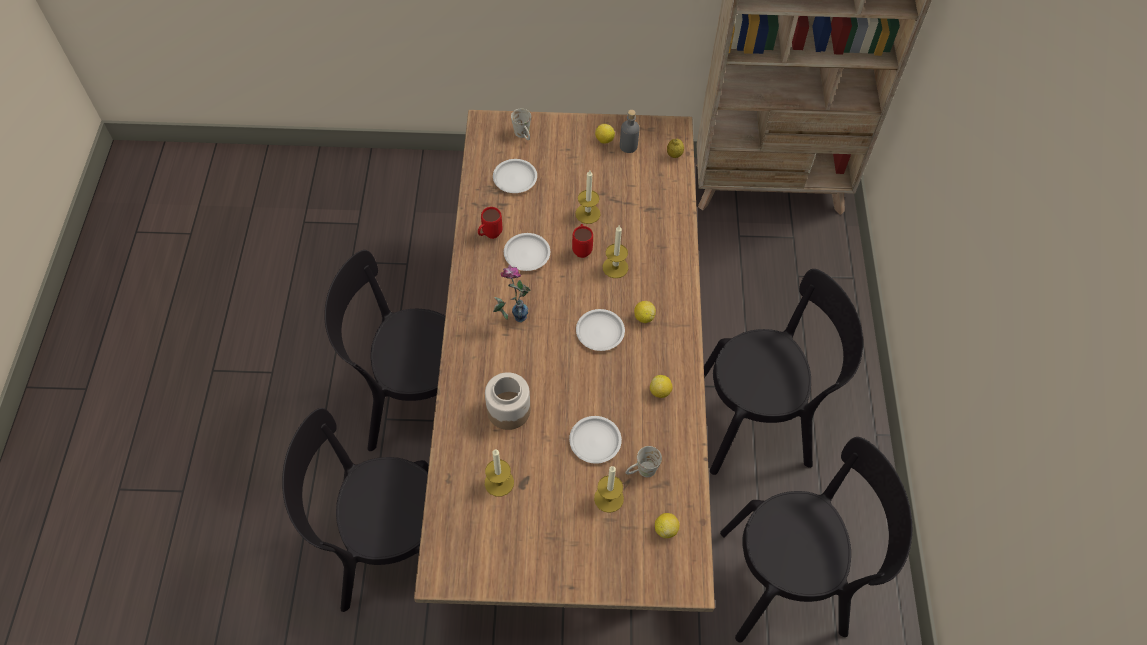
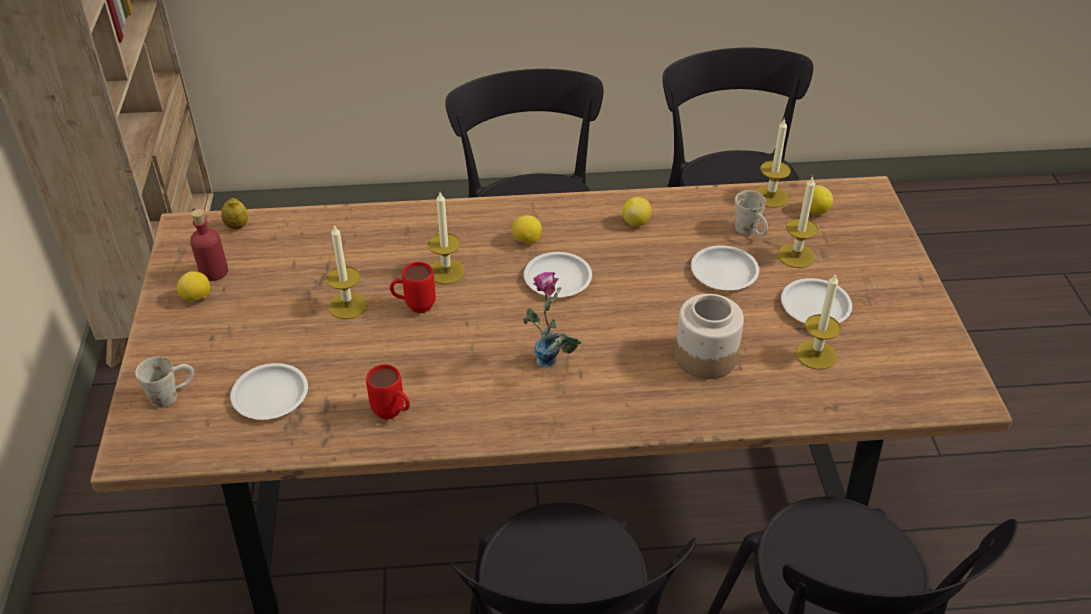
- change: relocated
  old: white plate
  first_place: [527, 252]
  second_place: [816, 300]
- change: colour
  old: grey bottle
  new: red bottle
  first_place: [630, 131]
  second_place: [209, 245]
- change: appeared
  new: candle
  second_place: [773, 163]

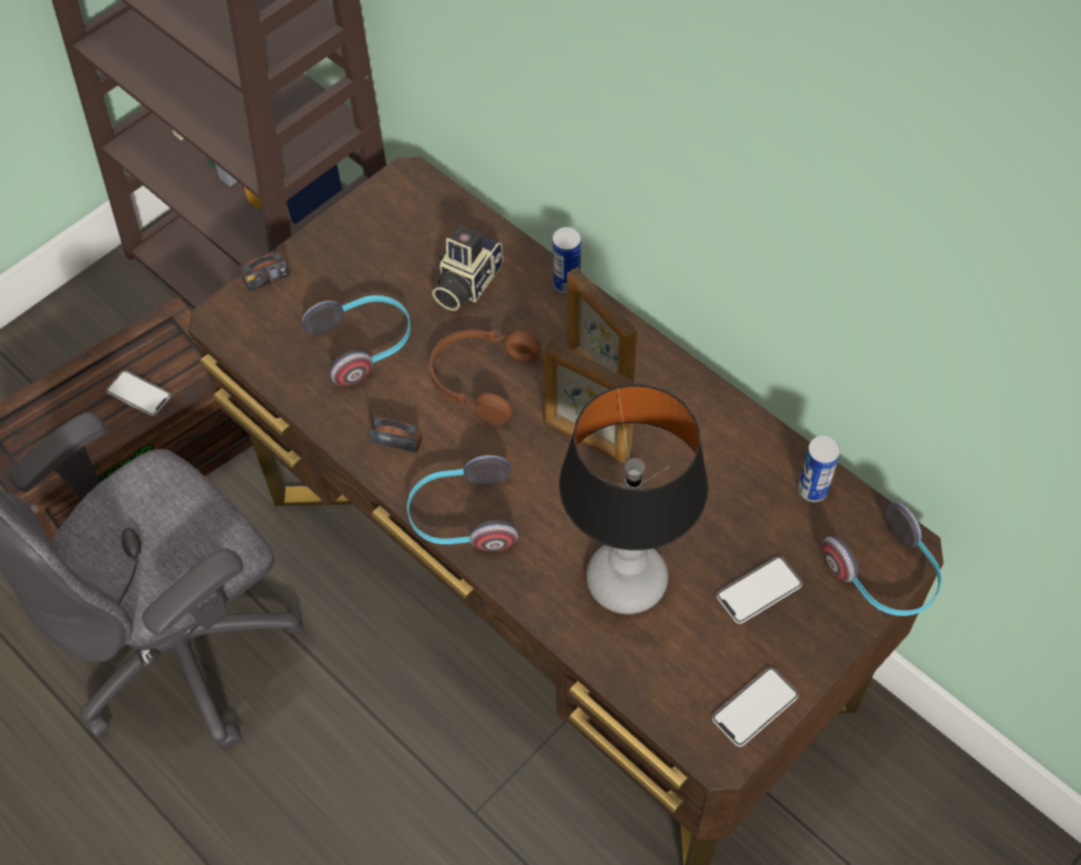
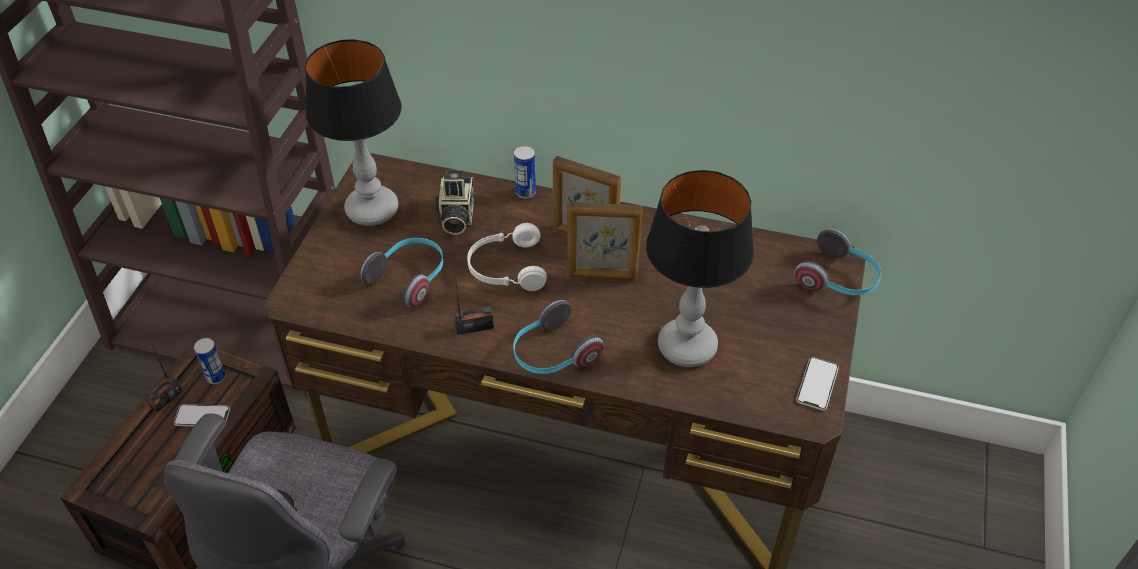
- change: relocated
  old: radio
  first_place: [264, 240]
  second_place: [163, 374]
- change: colour
  old: brown headphones
  new: white headphones
  first_place: [485, 377]
  second_place: [507, 257]
- change: missing
  old: phone
  first_place: [759, 590]
- change: relocated
  old: can
  first_place: [819, 469]
  second_place: [210, 361]
- change: appeared
  new: table lamp
  second_place: [353, 132]

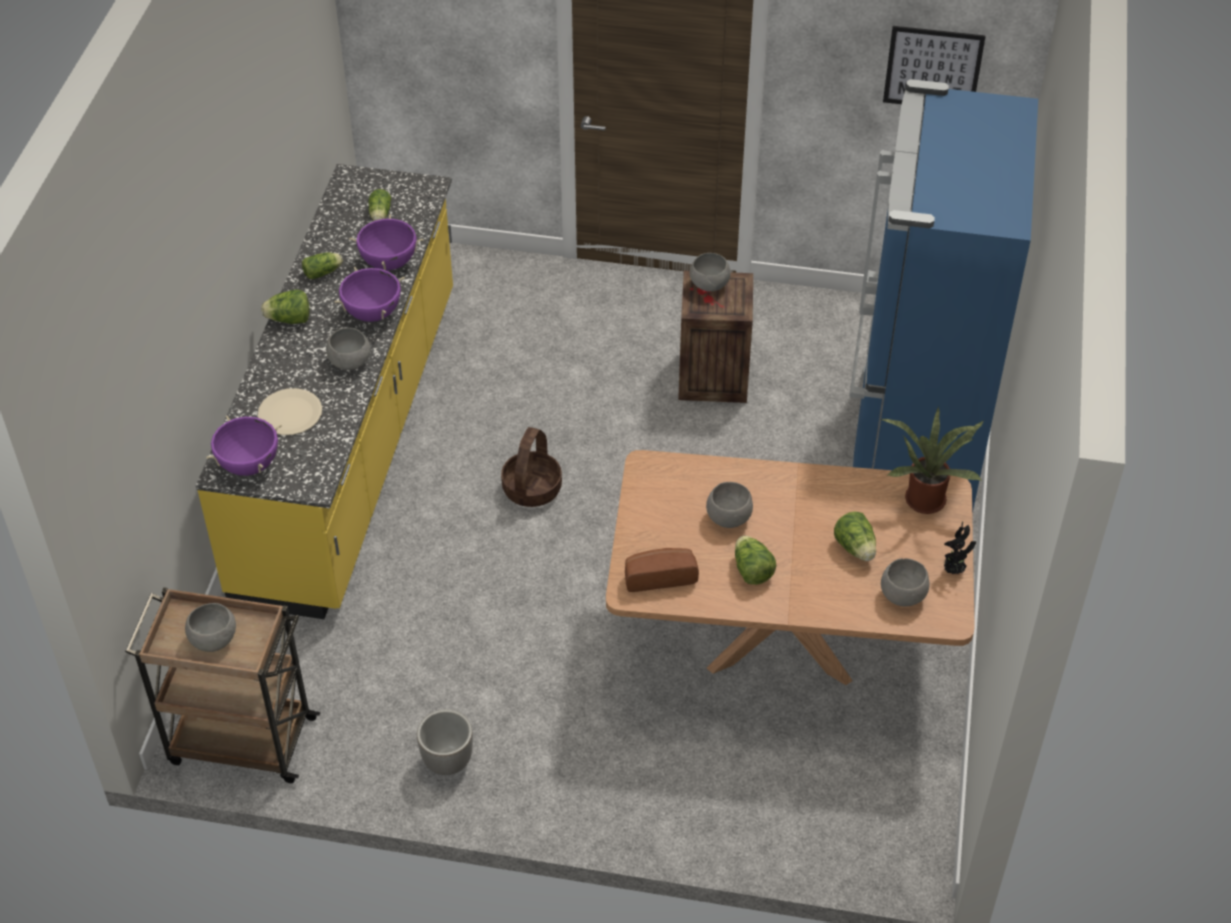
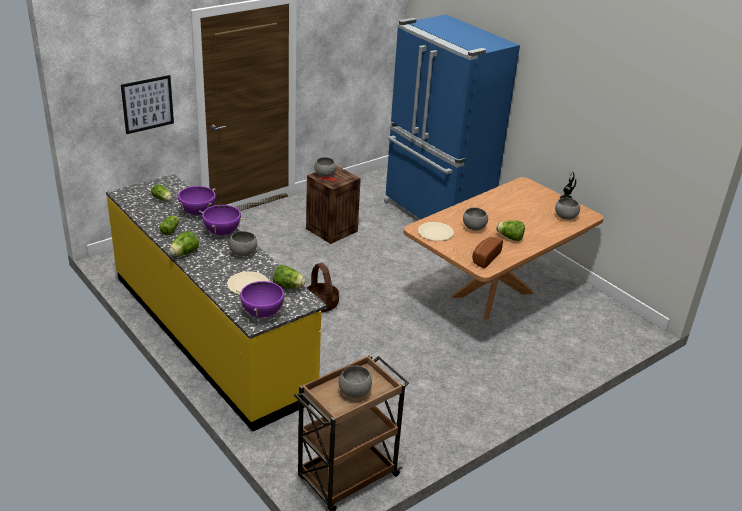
- change: missing
  old: planter
  first_place: [445, 742]
- change: relocated
  old: lettuce
  first_place: [855, 536]
  second_place: [289, 277]
- change: missing
  old: potted plant
  first_place: [932, 460]
- change: relocated
  old: picture
  first_place: [934, 65]
  second_place: [147, 104]
- change: appeared
  new: beige plate
  second_place: [436, 231]

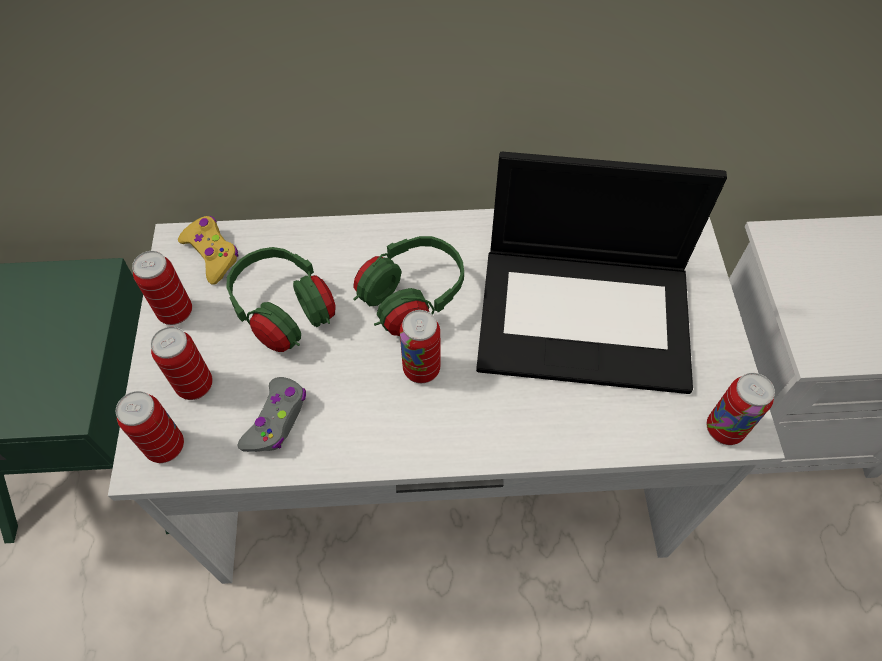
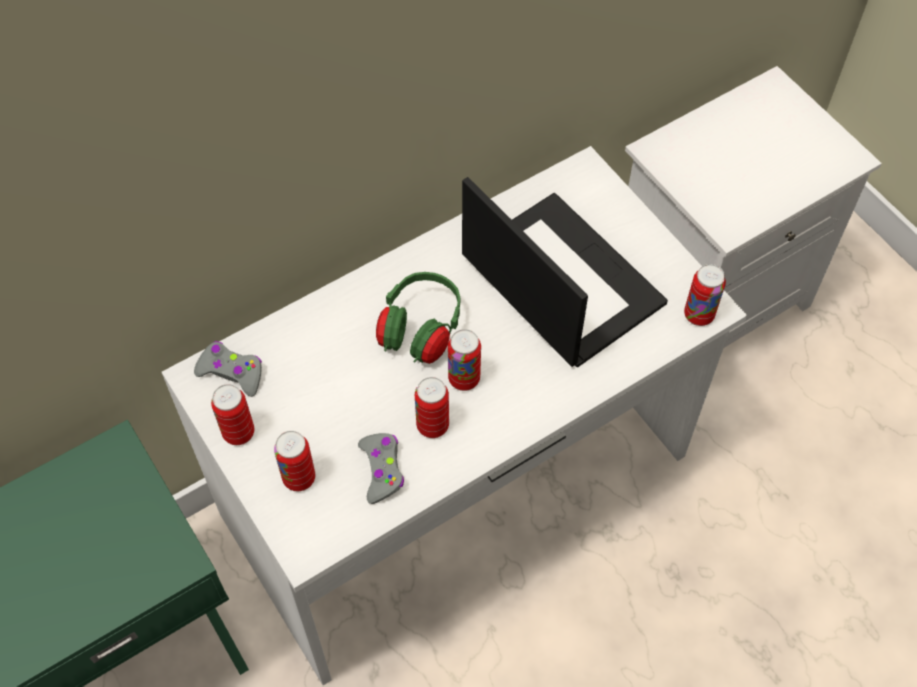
- change: relocated
  old: can
  first_place: [150, 427]
  second_place: [432, 407]
- change: colour
  old: yellow game controller
  new: grey game controller
  first_place: [208, 250]
  second_place: [228, 369]
- change: missing
  old: green headphones
  first_place: [280, 299]
- change: spun
  old: laptop
  first_place: [601, 273]
  second_place: [565, 272]
  degrees: -105

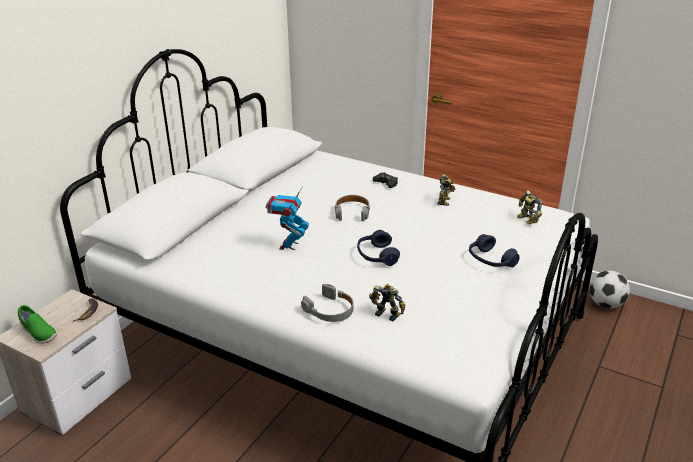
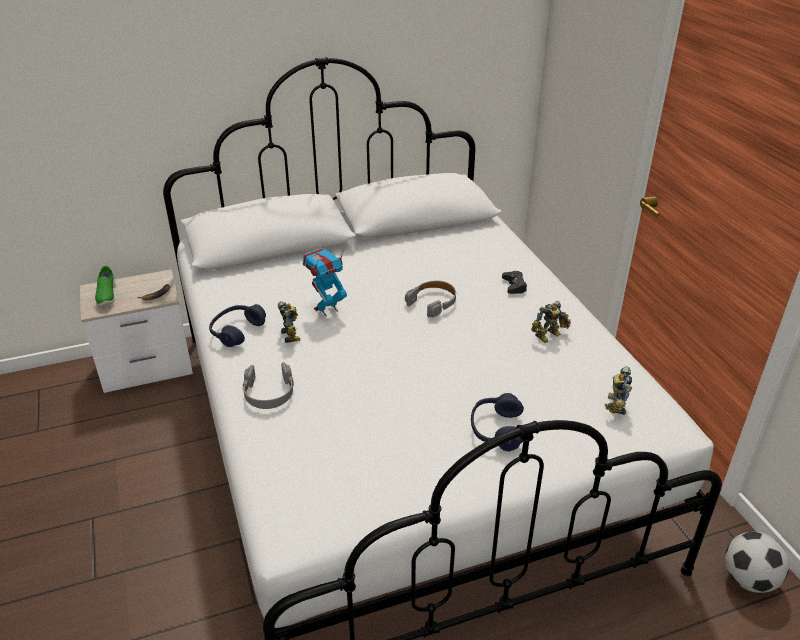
- change: relocated
  old: blue headphones
  first_place: [378, 248]
  second_place: [237, 325]
- change: relocated
  old: toy robot
  first_place: [387, 302]
  second_place: [289, 322]

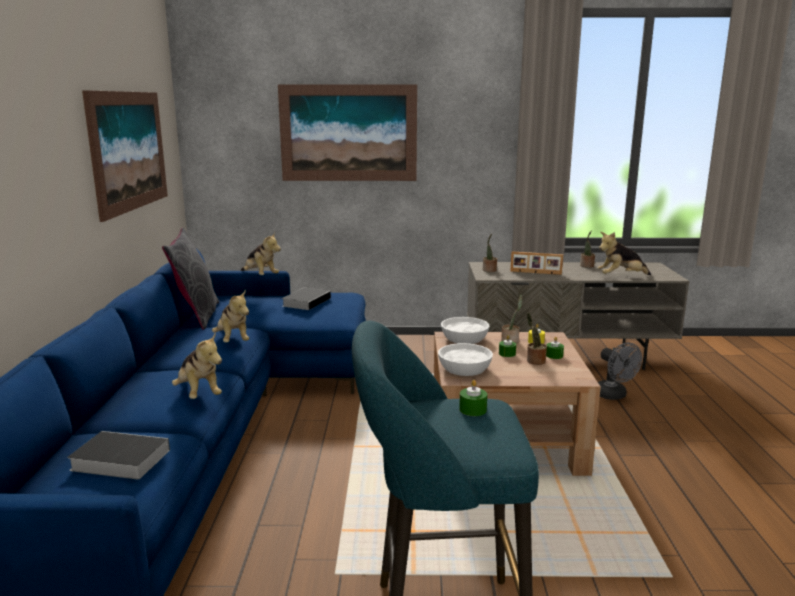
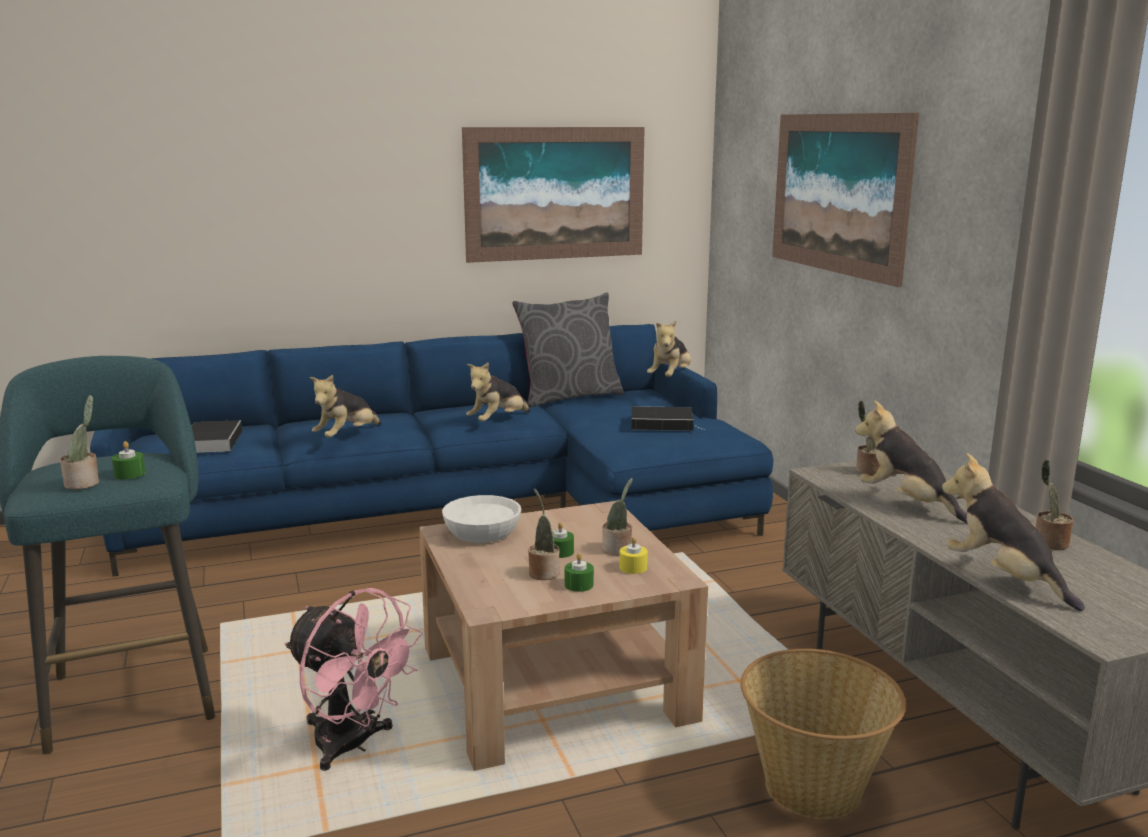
- change: missing
  old: white bowl
  first_place: [465, 330]
- change: exchanged
  old: picture frame
  new: plush toy
  first_place: [536, 263]
  second_place: [911, 462]
- change: exchanged
  old: grey fan
  new: basket
  first_place: [620, 371]
  second_place: [823, 734]
- change: appeared
  new: potted plant
  second_place: [79, 442]
- change: appeared
  new: pink fan
  second_place: [354, 679]

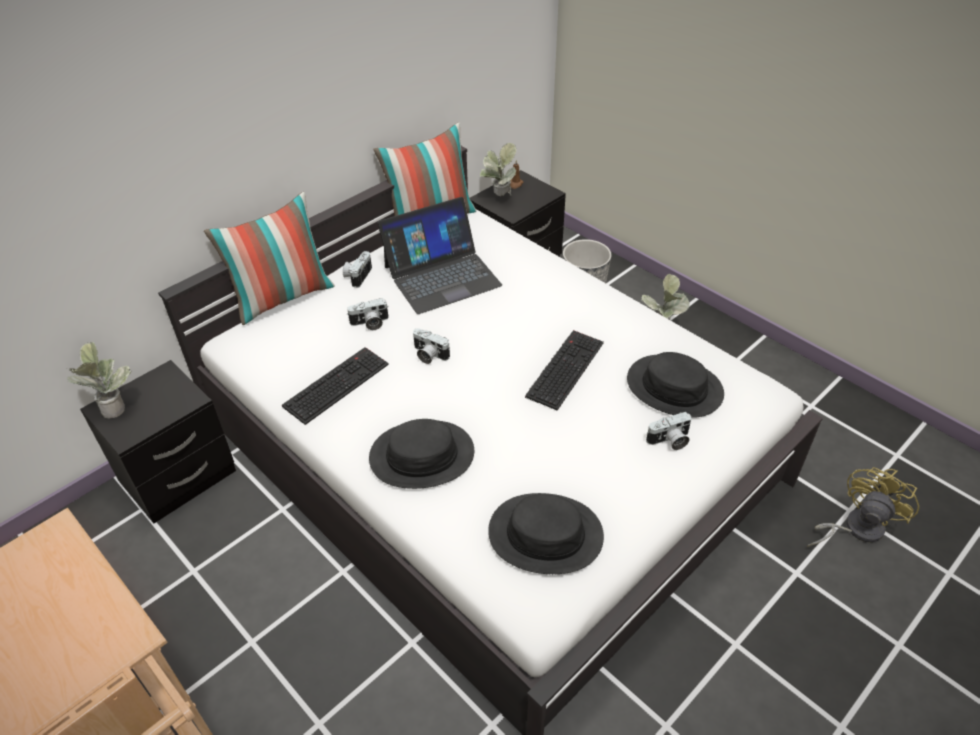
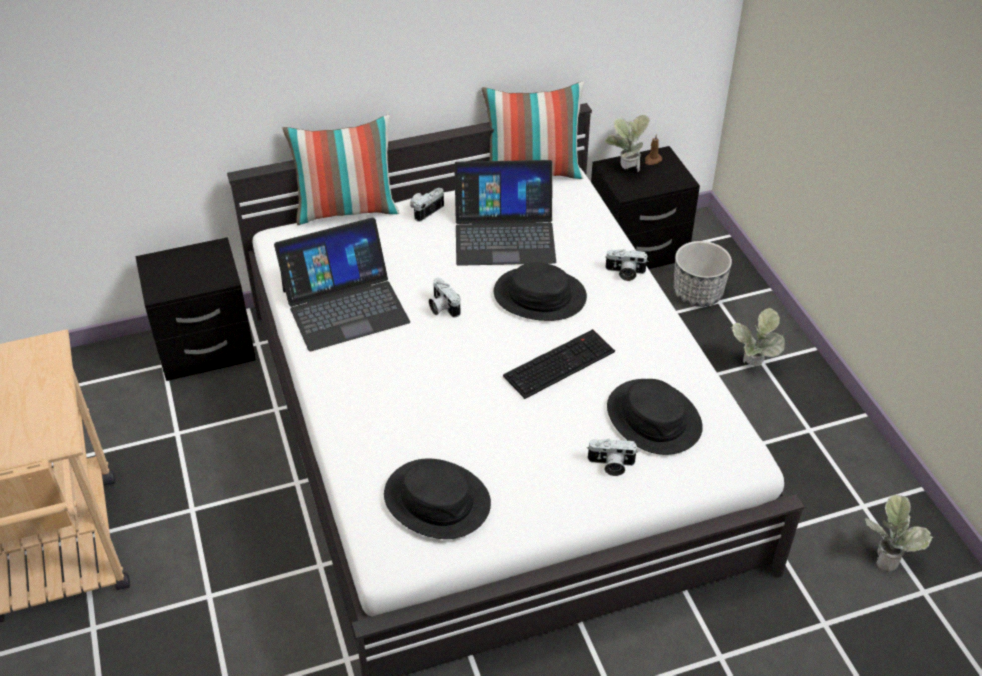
- change: relocated
  old: potted plant
  first_place: [99, 380]
  second_place: [899, 533]
- change: exchanged
  old: keyboard
  new: laptop
  first_place: [335, 386]
  second_place: [342, 284]
- change: relocated
  old: photo camera
  first_place: [368, 314]
  second_place: [626, 265]
- change: relocated
  old: black hat
  first_place: [421, 454]
  second_place: [540, 292]
- change: missing
  old: yellow fan
  first_place: [863, 507]

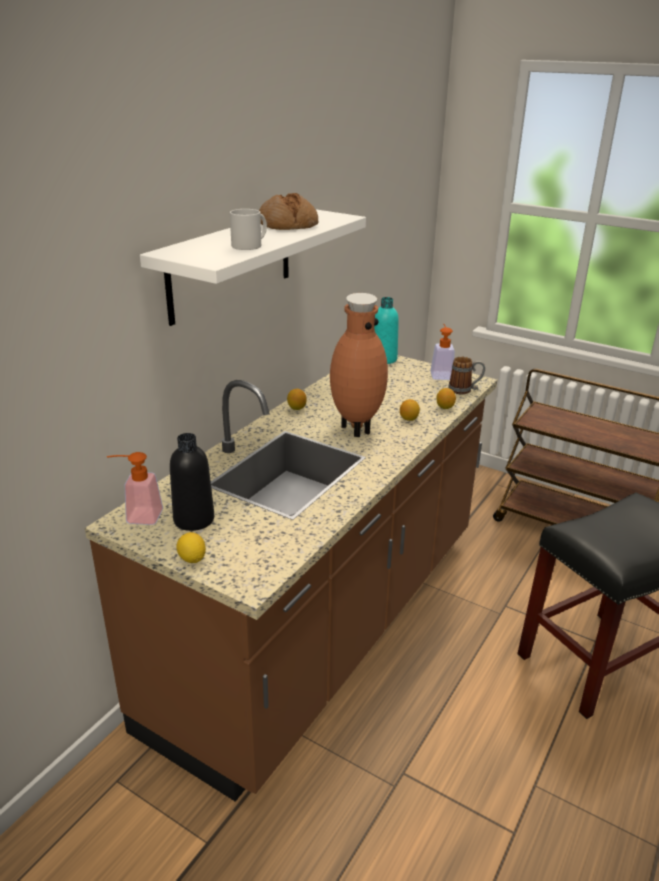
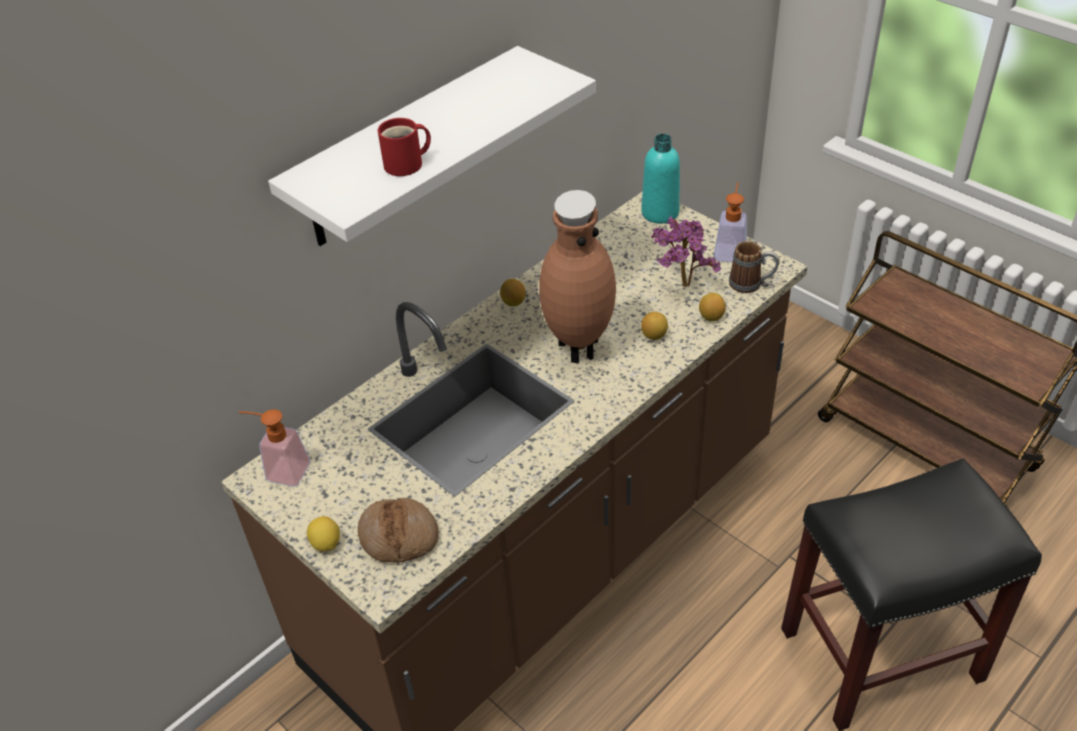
- change: missing
  old: black bottle
  first_place: [192, 482]
- change: colour
  old: white mug
  new: red mug
  first_place: [248, 229]
  second_place: [404, 147]
- change: relocated
  old: bread
  first_place: [288, 211]
  second_place: [398, 530]
- change: appeared
  new: potted plant
  second_place: [686, 251]

